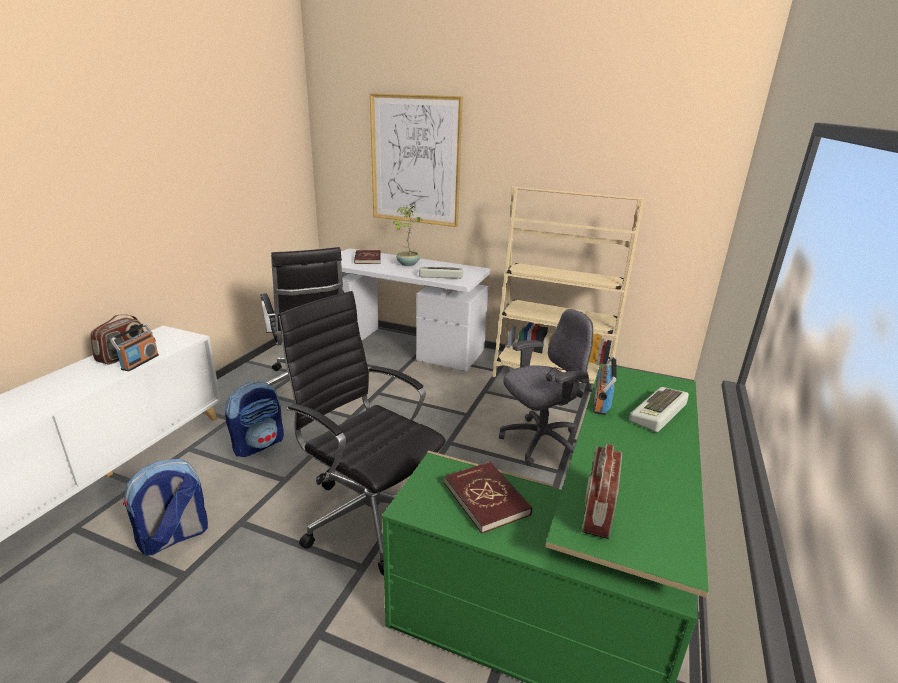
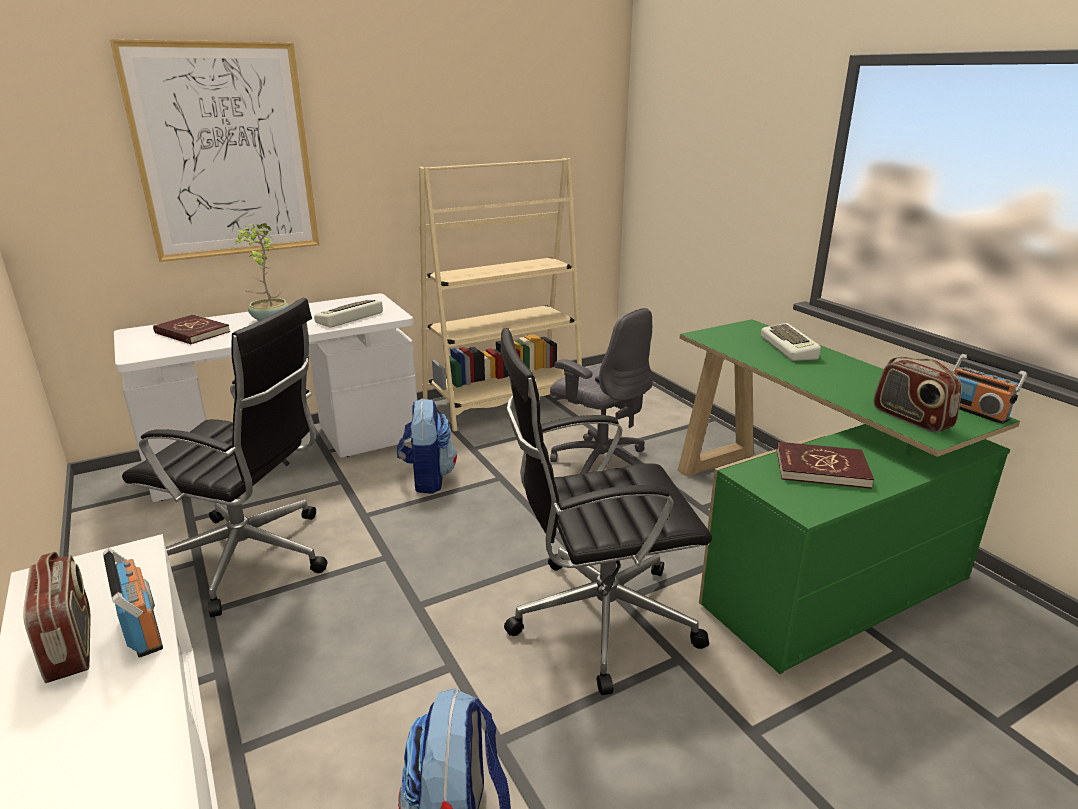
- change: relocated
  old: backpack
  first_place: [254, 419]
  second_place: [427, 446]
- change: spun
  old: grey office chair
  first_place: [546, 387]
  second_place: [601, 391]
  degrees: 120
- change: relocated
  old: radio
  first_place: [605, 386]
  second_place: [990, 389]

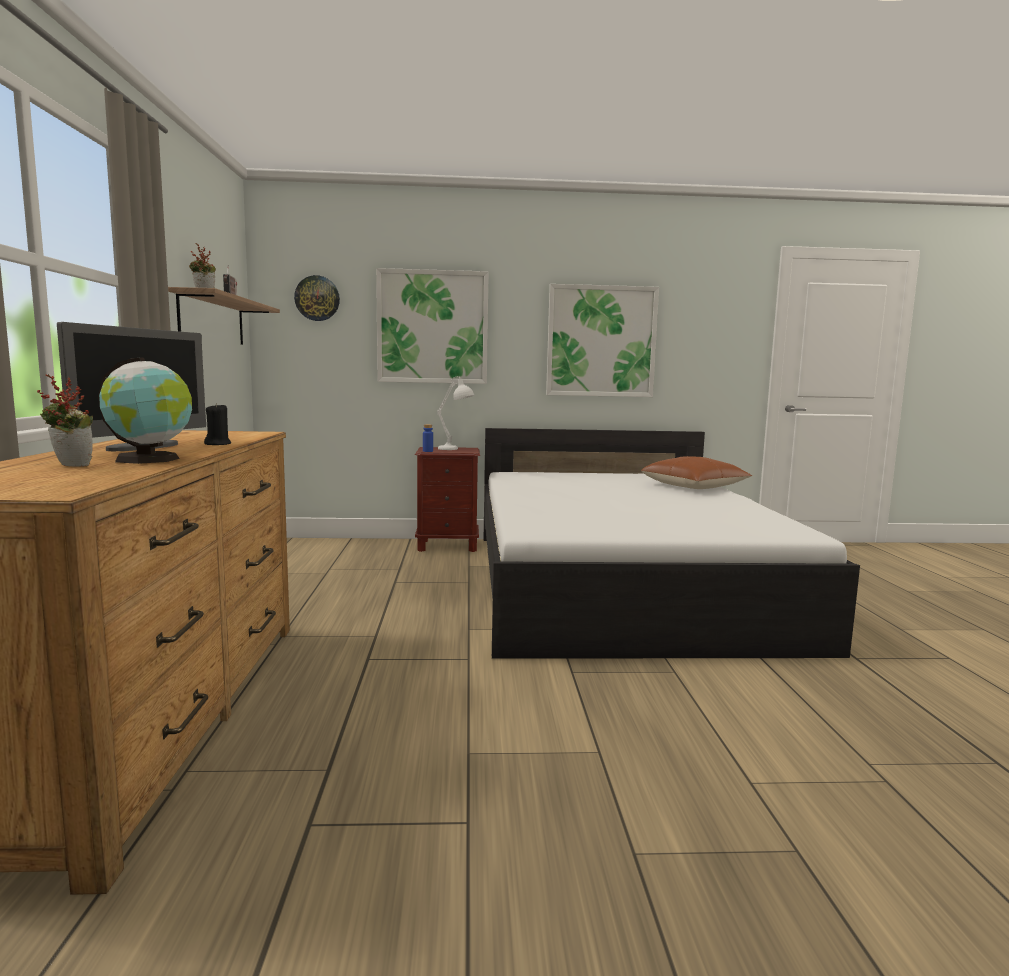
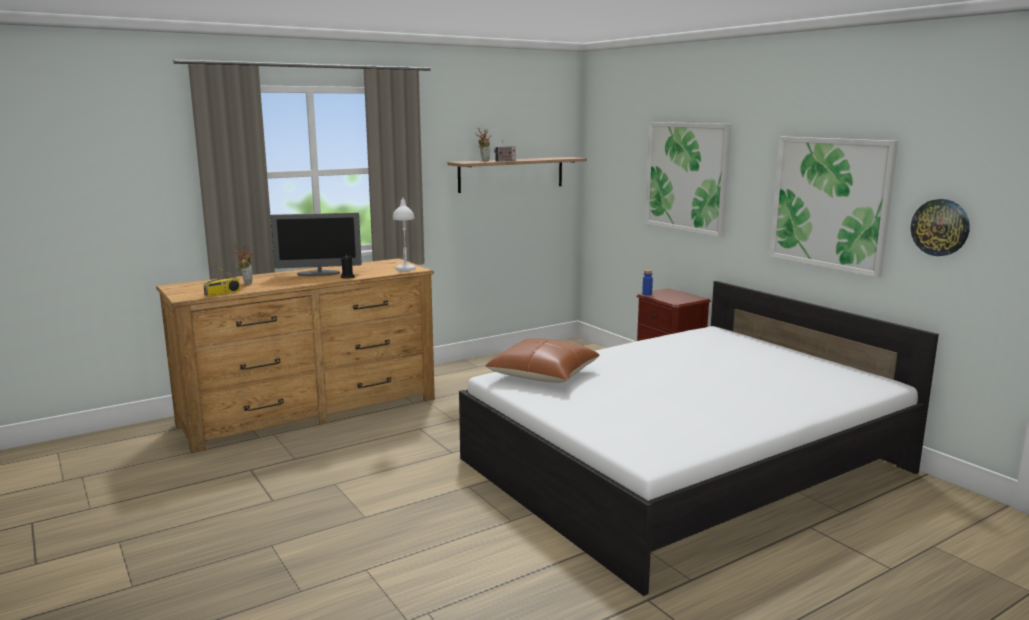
- change: missing
  old: globe
  first_place: [145, 410]
- change: relocated
  old: wall clock
  first_place: [317, 298]
  second_place: [940, 227]
- change: relocated
  old: white table lamp
  first_place: [455, 413]
  second_place: [404, 234]
- change: relocated
  old: brown pillow
  first_place: [696, 472]
  second_place: [542, 360]
- change: appeared
  new: radio
  second_place: [222, 279]

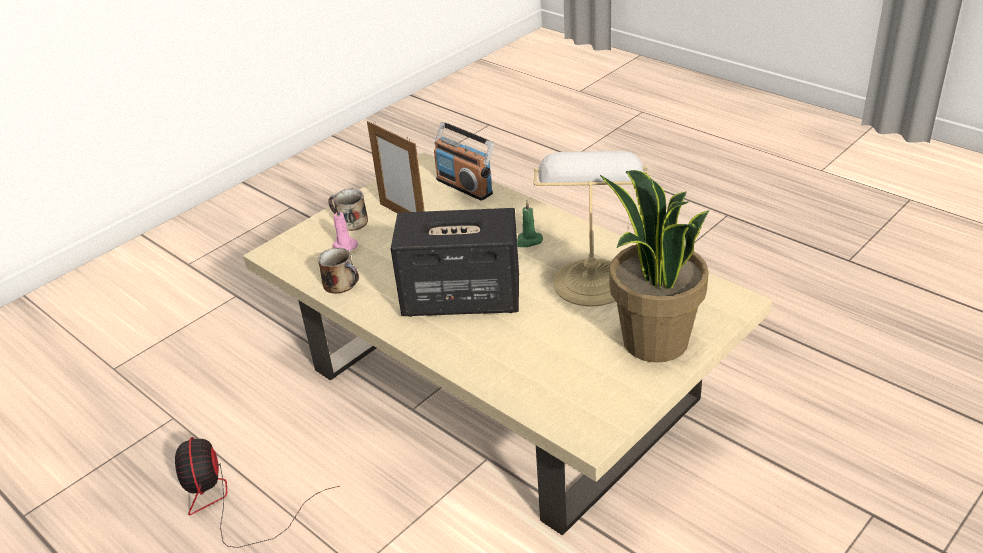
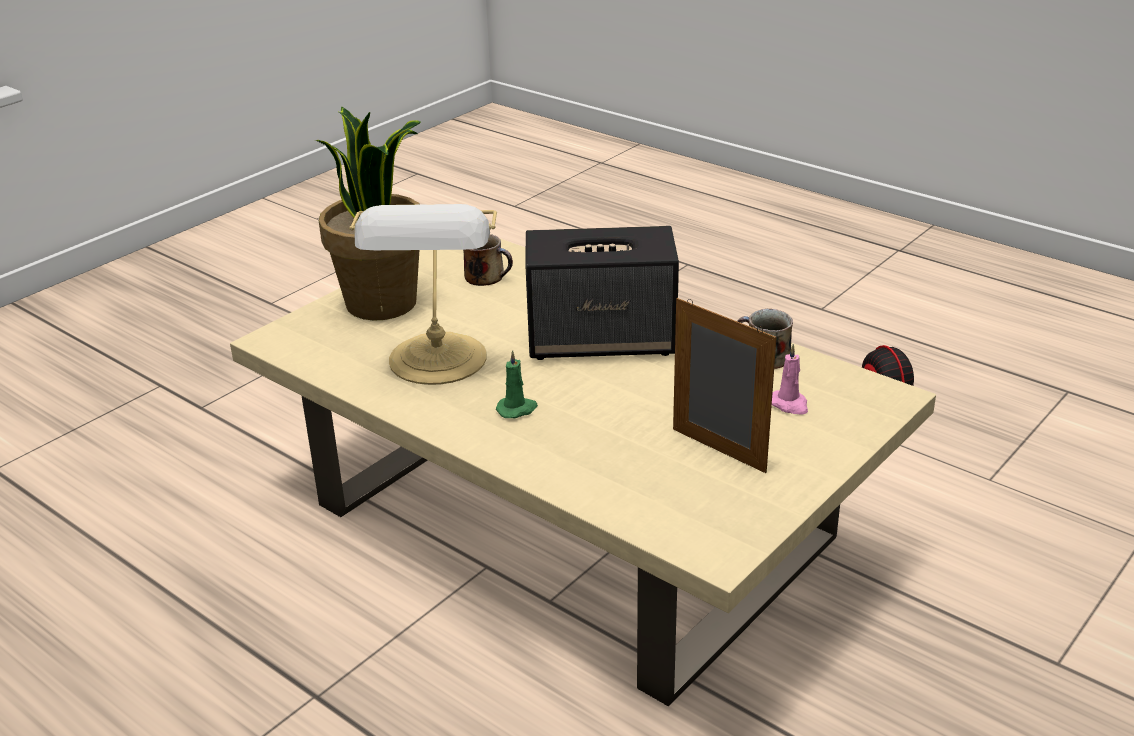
- change: relocated
  old: mug
  first_place: [348, 210]
  second_place: [488, 260]
- change: missing
  old: radio
  first_place: [464, 161]

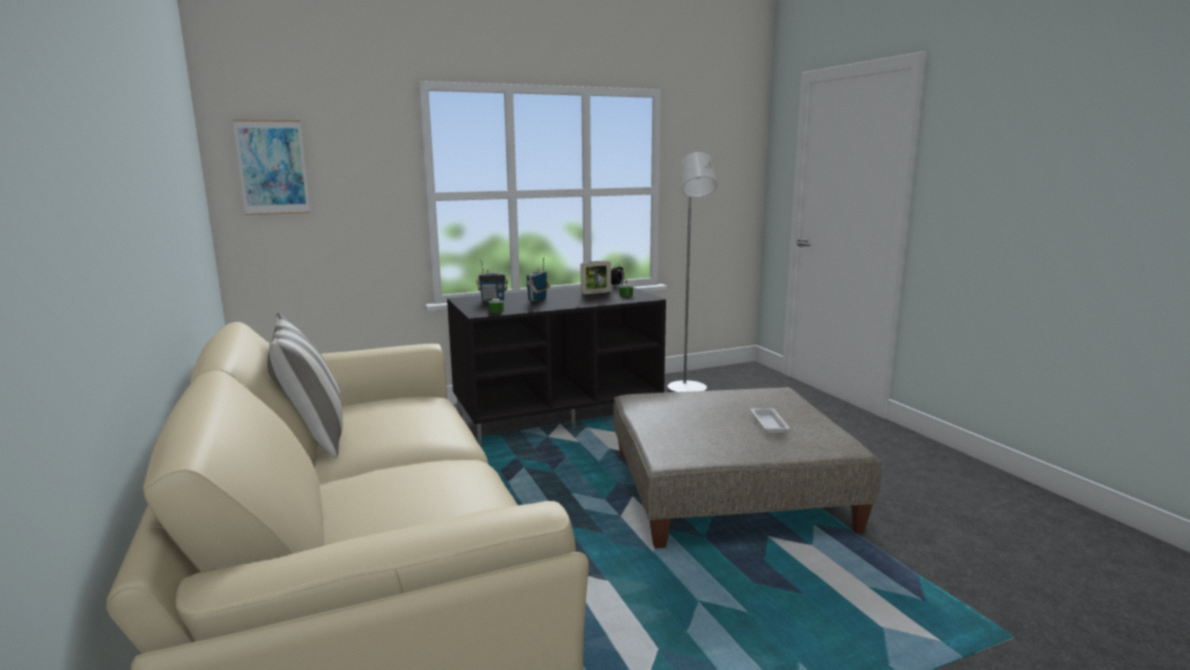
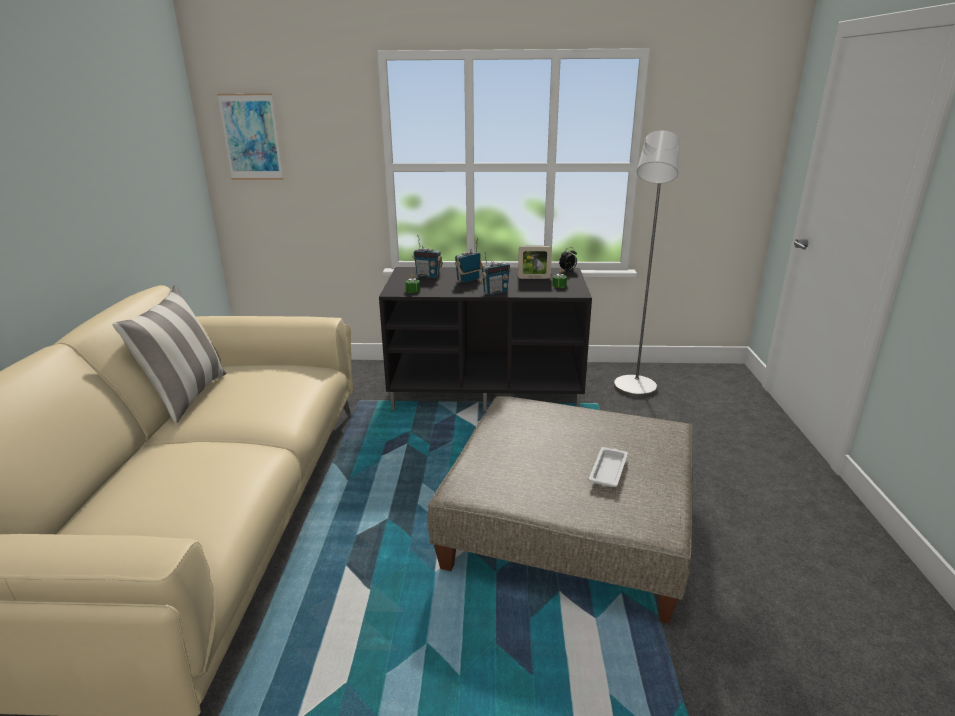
- change: appeared
  new: radio
  second_place: [495, 273]

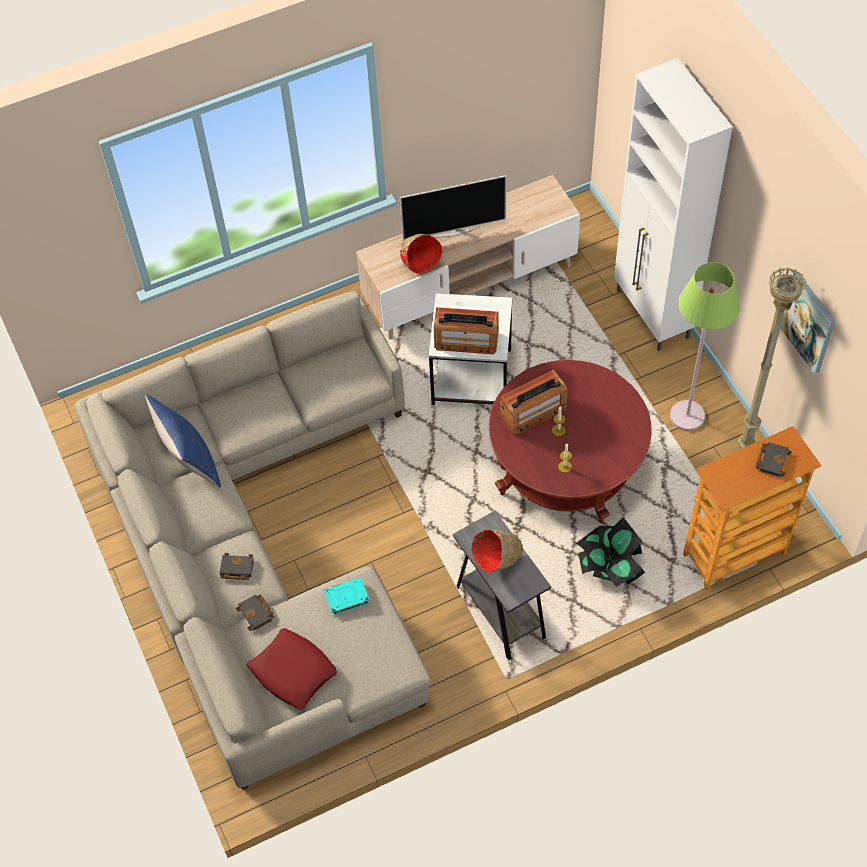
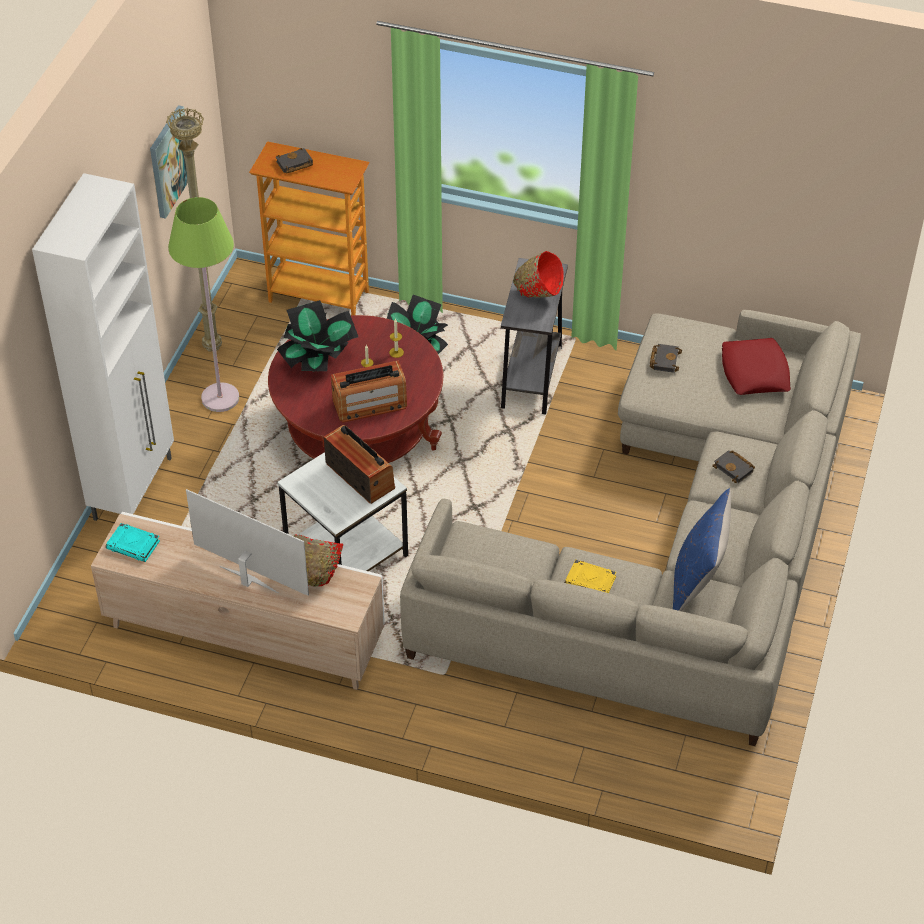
- change: relocated
  old: black book
  first_place: [254, 612]
  second_place: [666, 358]
- change: relocated
  old: turquoise book
  first_place: [347, 596]
  second_place: [133, 542]
- change: spun
  old: radio
  first_place: [533, 402]
  second_place: [369, 391]
  degrees: 150
- change: appeared
  new: potted plant
  second_place: [317, 335]
- change: appeared
  new: yellow book
  second_place: [591, 576]

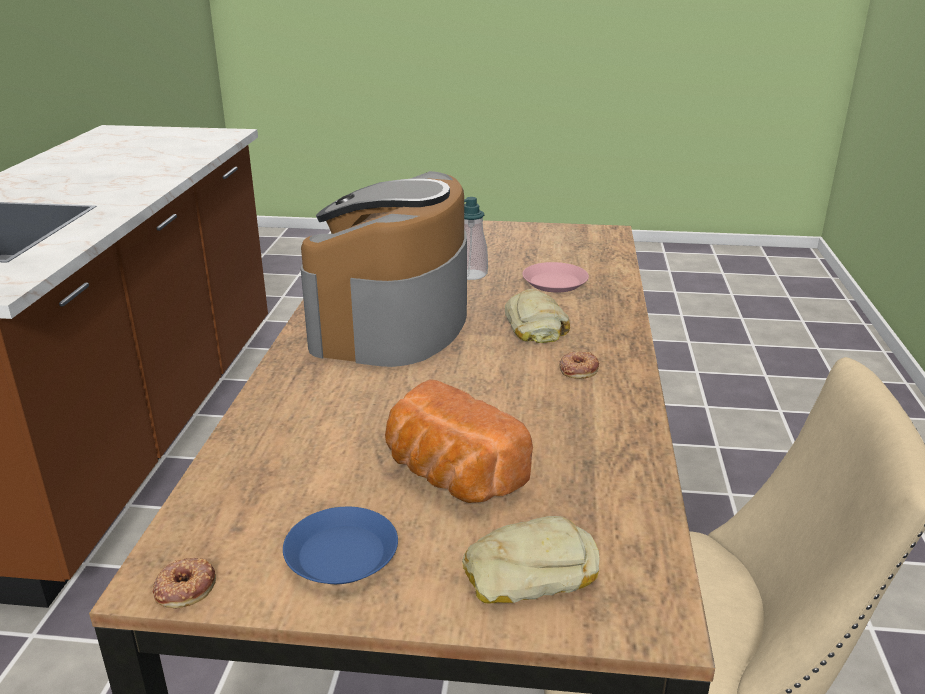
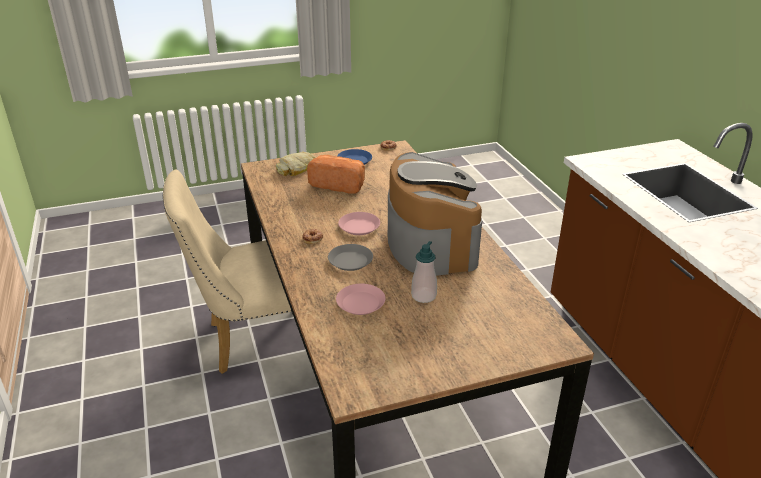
- change: exchanged
  old: bread
  new: grey plate
  first_place: [537, 316]
  second_place: [350, 257]
- change: appeared
  new: pink plate
  second_place: [359, 223]

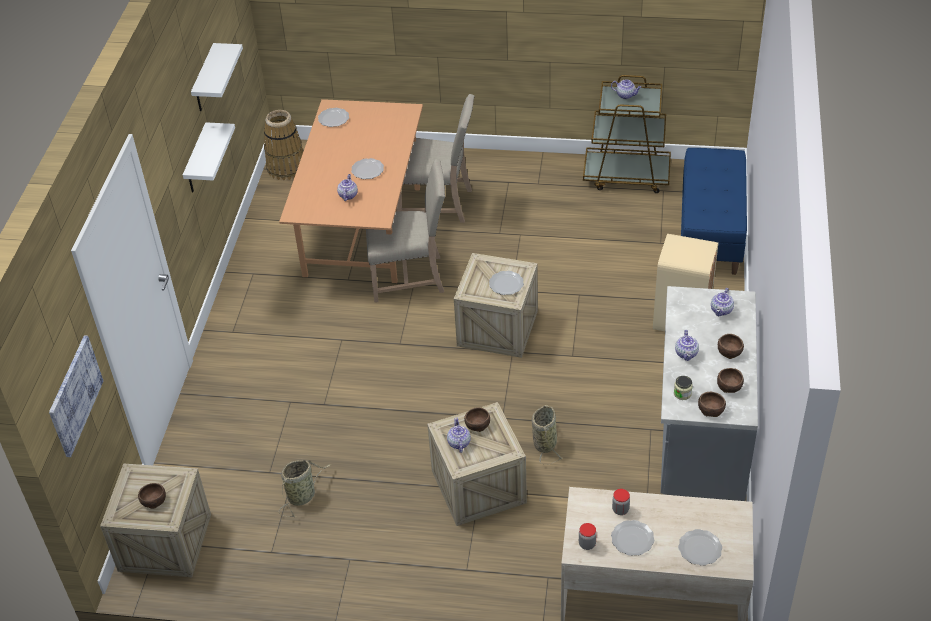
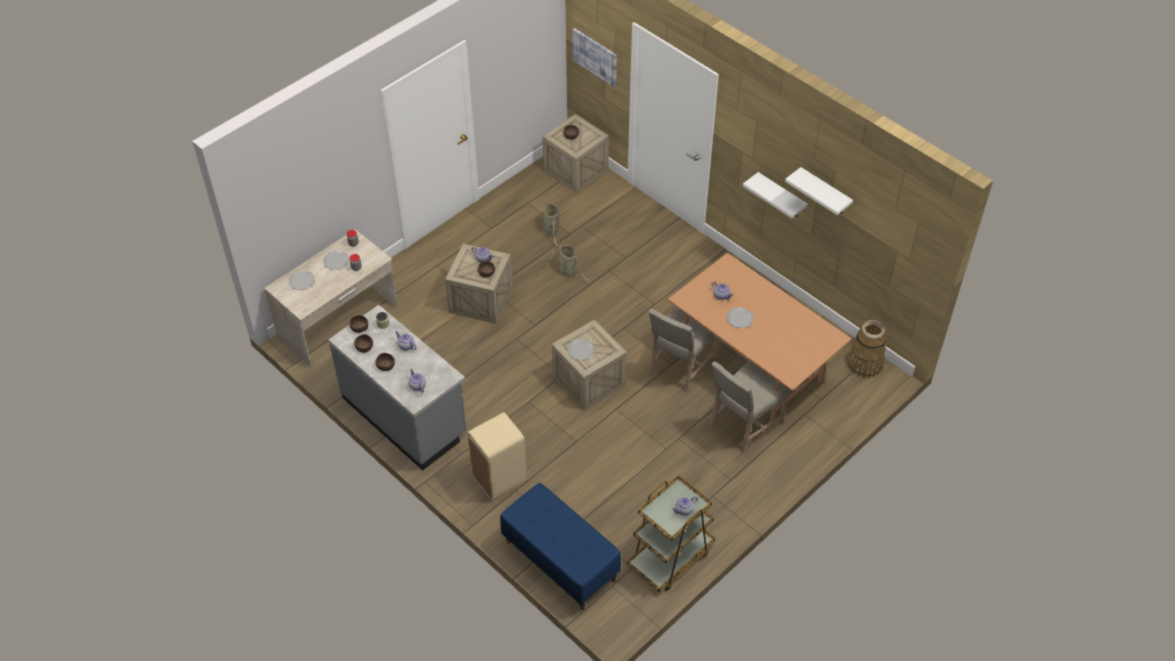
- change: missing
  old: plate
  first_place: [333, 117]
- change: relocated
  old: basket
  first_place: [547, 435]
  second_place: [568, 263]

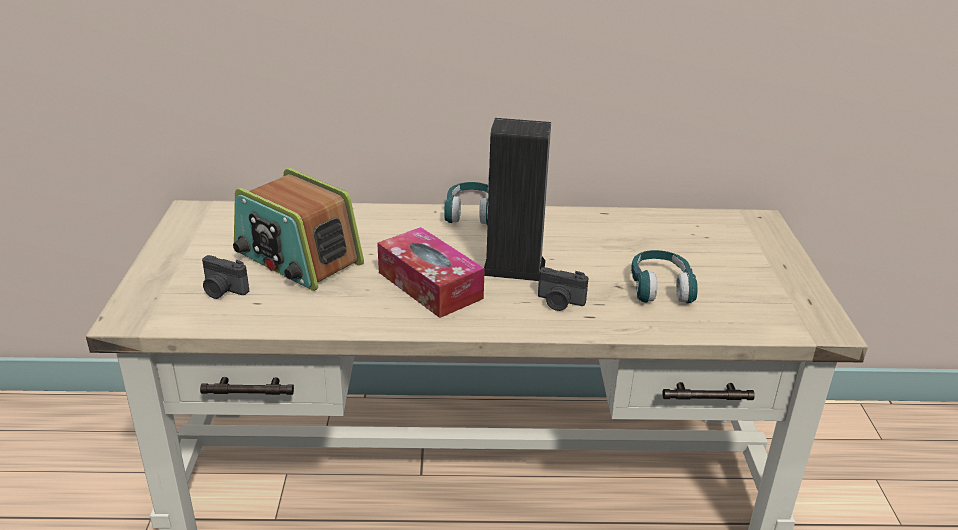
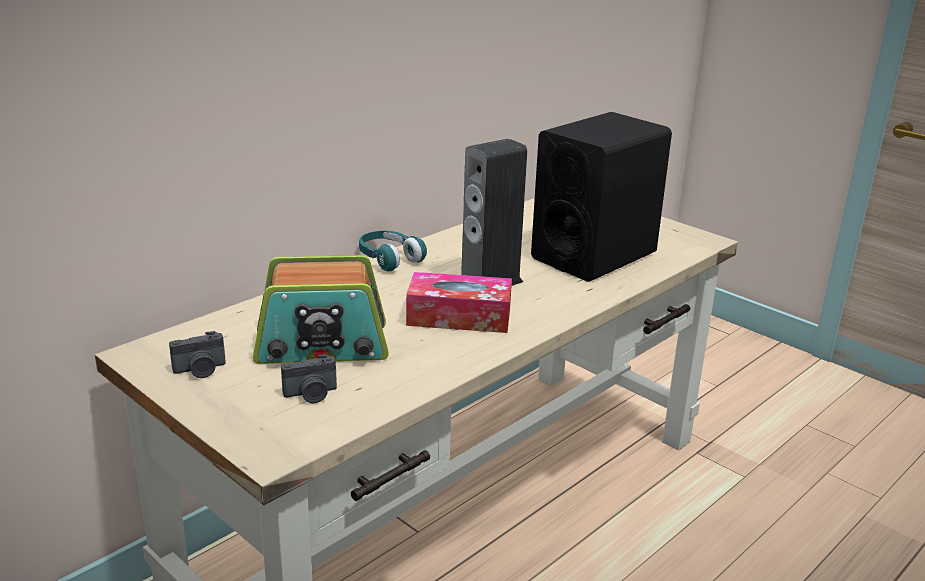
- change: relocated
  old: photo camera
  first_place: [563, 289]
  second_place: [197, 354]
- change: exchanged
  old: turquoise headphones
  new: black speaker
  first_place: [664, 277]
  second_place: [601, 197]

